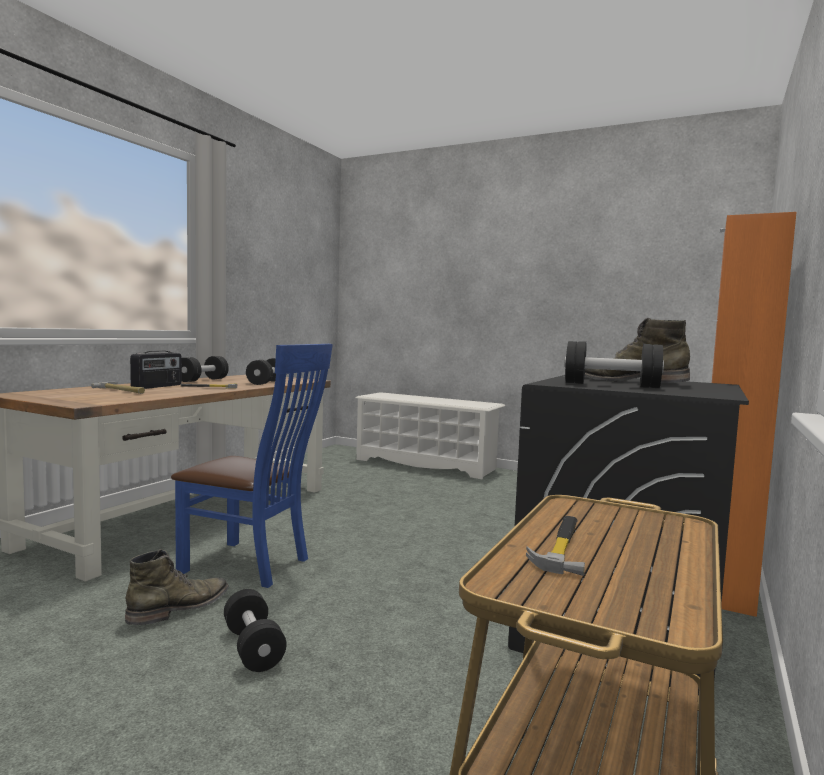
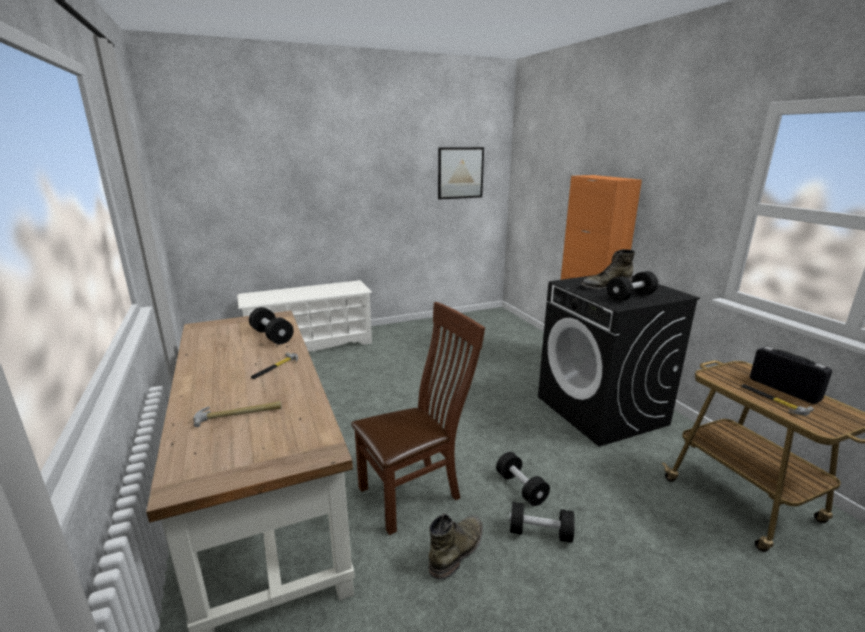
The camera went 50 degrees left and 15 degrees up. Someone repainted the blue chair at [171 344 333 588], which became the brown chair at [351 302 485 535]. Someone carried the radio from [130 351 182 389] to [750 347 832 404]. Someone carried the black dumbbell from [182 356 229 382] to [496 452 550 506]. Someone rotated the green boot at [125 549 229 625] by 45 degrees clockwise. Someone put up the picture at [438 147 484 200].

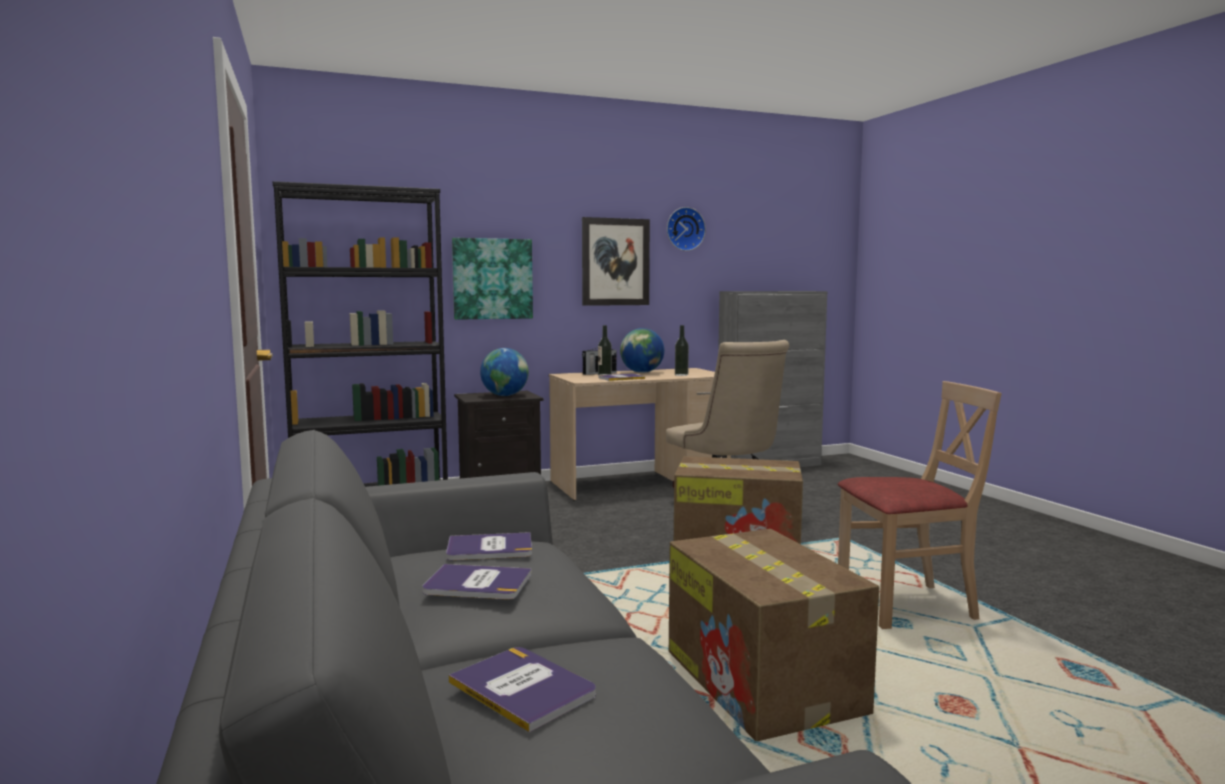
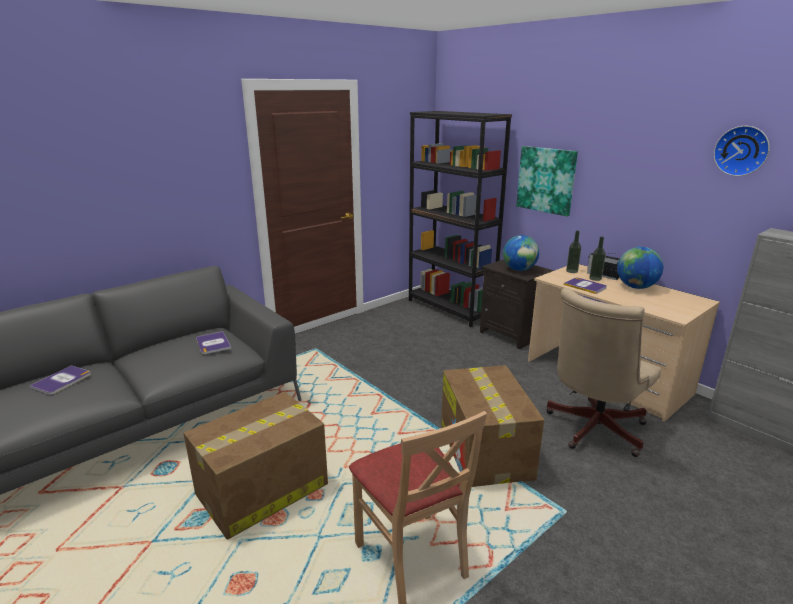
The camera went 70 degrees right and 15 degrees up. Someone took away the picture at [582 217 650 306]. Someone carried the bottle from [675 325 689 376] to [566 230 581 273]. Someone took away the book at [422 564 532 600].

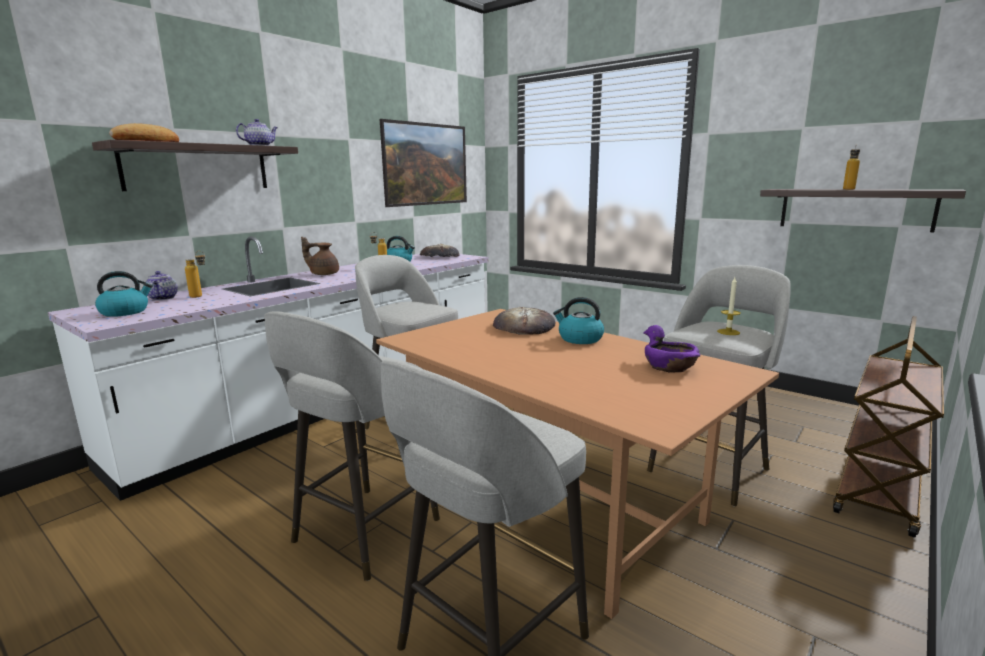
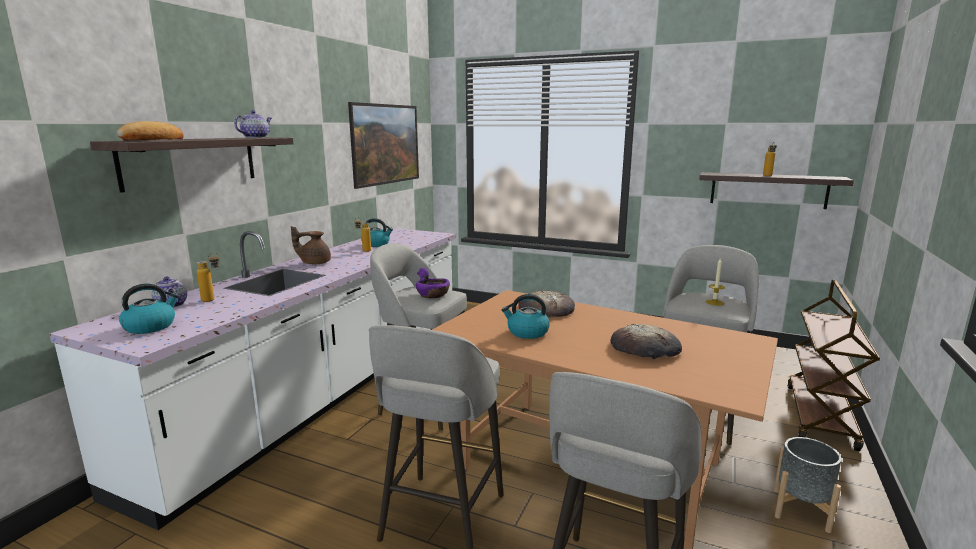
The camera went 15 degrees left and 0 degrees up. Someone carried the bread from [420 244 460 257] to [610 324 682 359]. Someone carried the kettle from [553 297 604 344] to [501 294 550 339]. Someone carried the purple bowl from [643 325 700 373] to [416 268 450 299]. Someone put down the grey planter at [774 437 842 533].

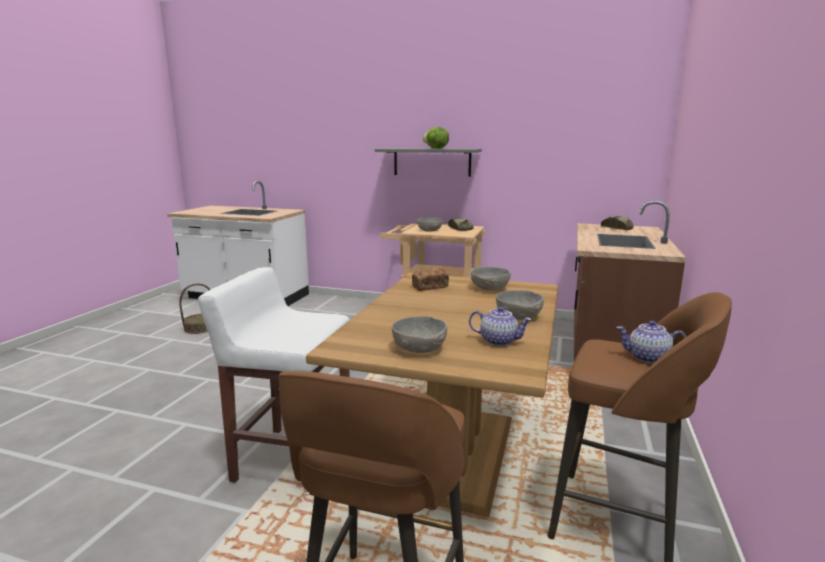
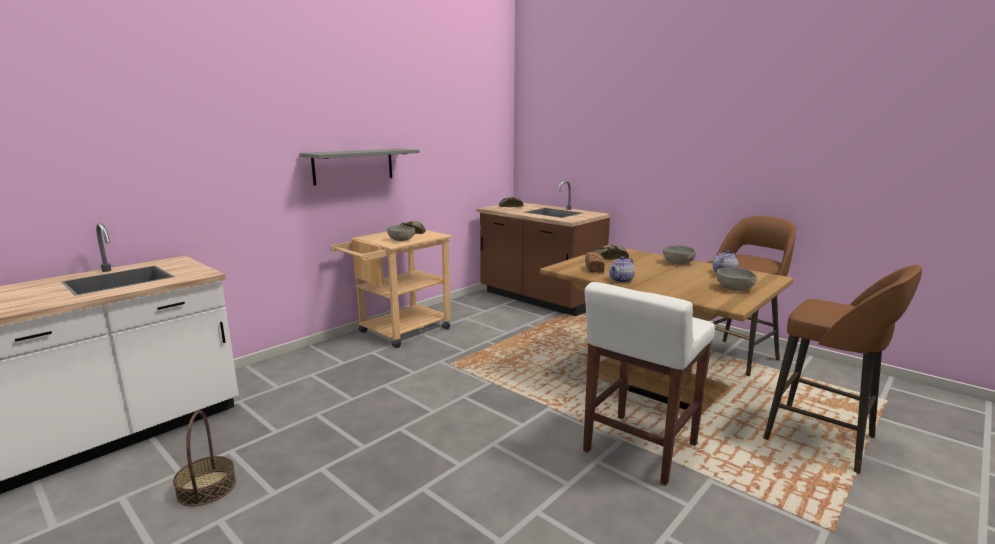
The camera went 65 degrees left and 0 degrees up. Someone took away the lettuce at [423 127 449 149]. Someone swapped the grey bowl at [471 267 511 291] for the bread at [595 244 629 260]. Someone carried the teapot from [616 321 686 363] to [609 256 635 283].

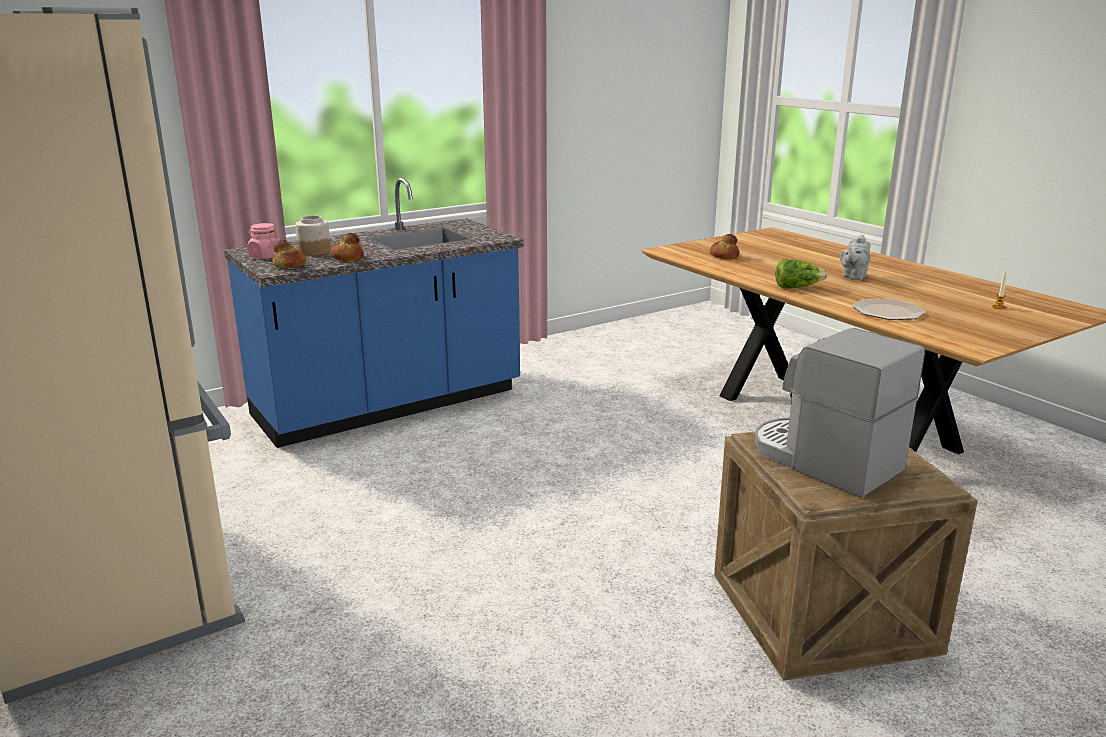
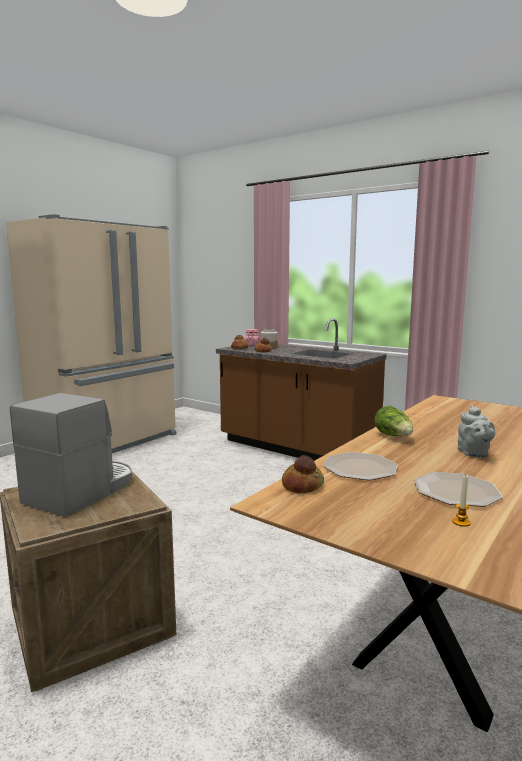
The camera went 70 degrees right and 10 degrees down. Someone repainted the blue counter at [224 178 524 448], which became the brown counter at [216 318 387 461]. Someone carried the bread from [709 234 739 259] to [282 455 324 493]. Someone rotated the grey teapot at [840 235 871 280] by 105 degrees counterclockwise. Someone put down the plate at [414 472 503 507].

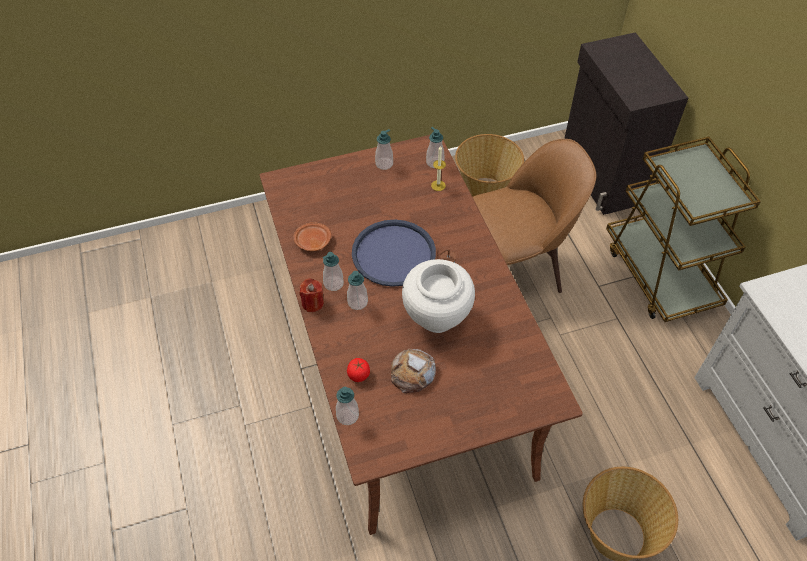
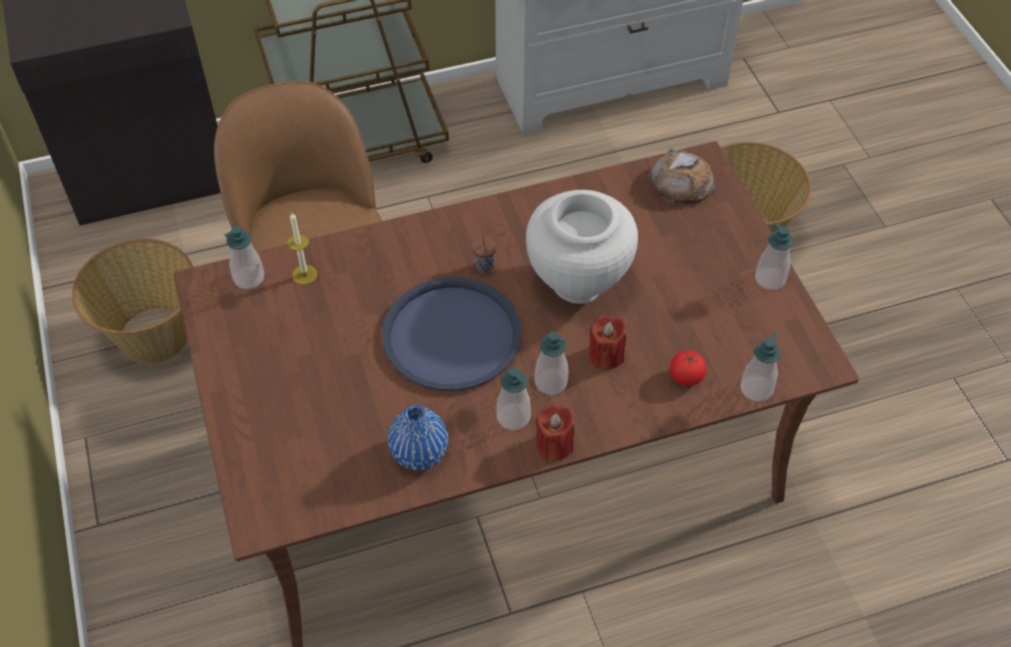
The camera went 90 degrees left and 0 degrees up. Someone carried the soap dispenser from [375 129 393 170] to [755 222 793 290]. Someone swapped the brown plate at [294 222 331 251] for the blue vase at [388 405 448 470]. Someone carried the bread from [391 349 436 393] to [649 148 716 204]. Someone put down the red candle at [589 315 626 369].

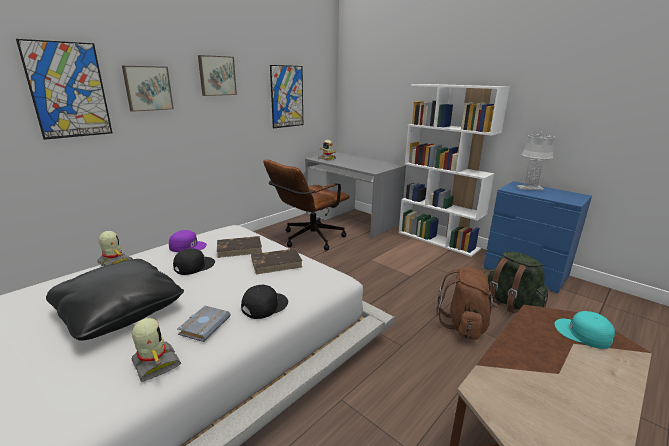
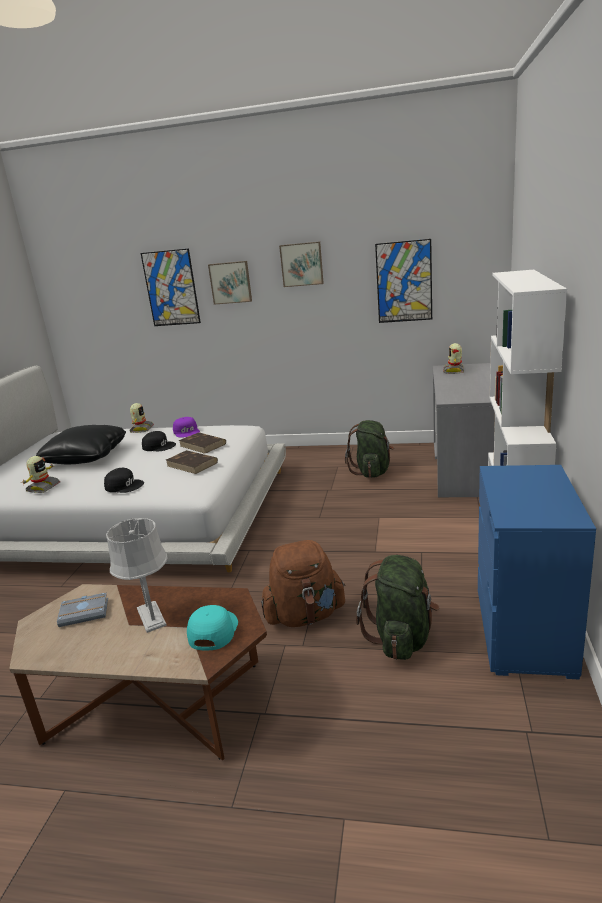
The camera went 60 degrees right and 0 degrees up. Someone carried the grey table lamp from [517 132 555 190] to [106 518 168 633]. Someone swapped the brown office chair at [263 159 350 251] for the green backpack at [345 420 394 478]. Someone carried the grey book from [177 306 231 342] to [57 592 108 627].

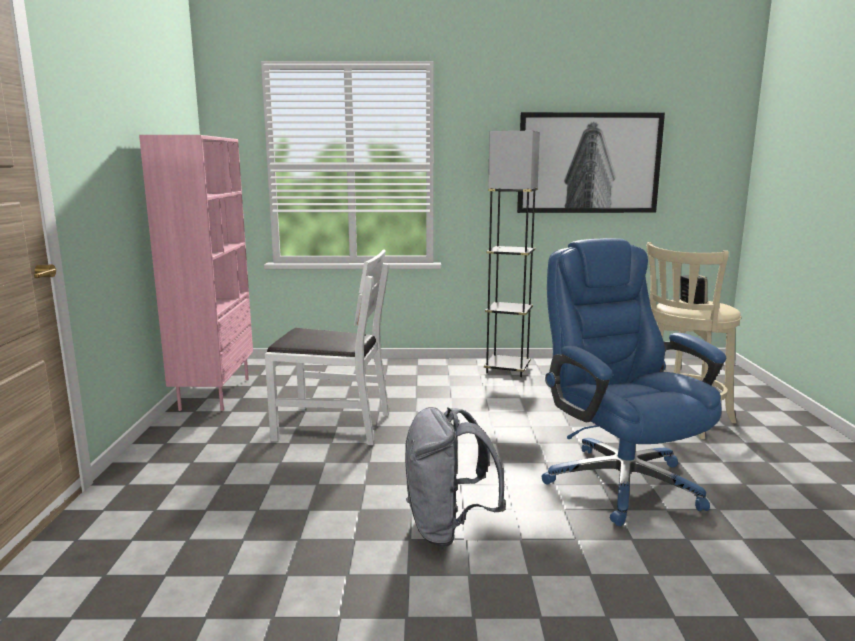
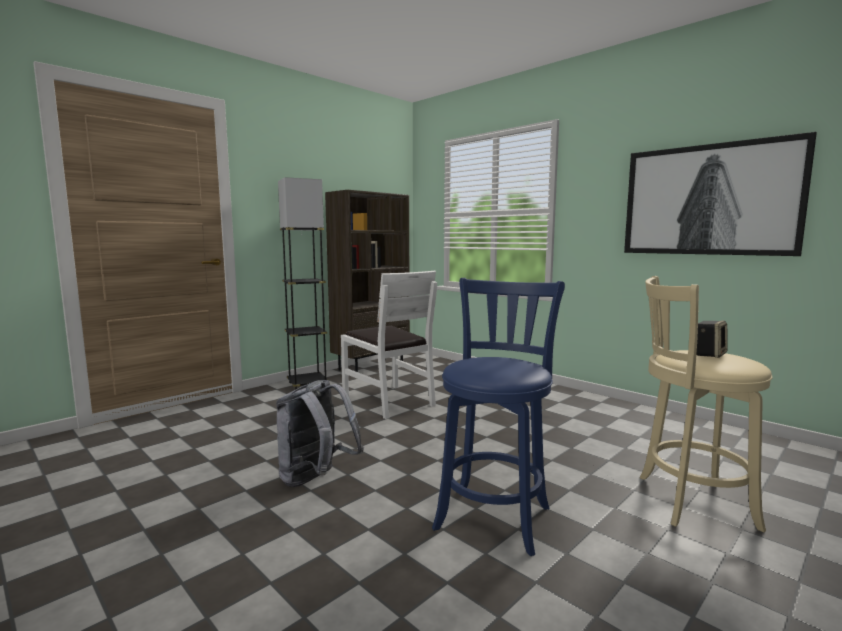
The camera went 45 degrees right and 5 degrees down. Someone carried the grey floor lamp from [484 131 540 377] to [278 177 328 390]. Someone repainted the pink bookcase at [139 135 253 411], which became the brown bookcase at [325 190 410 372]. Someone swapped the blue office chair at [541 238 726 526] for the blue stool at [432 278 565 556].

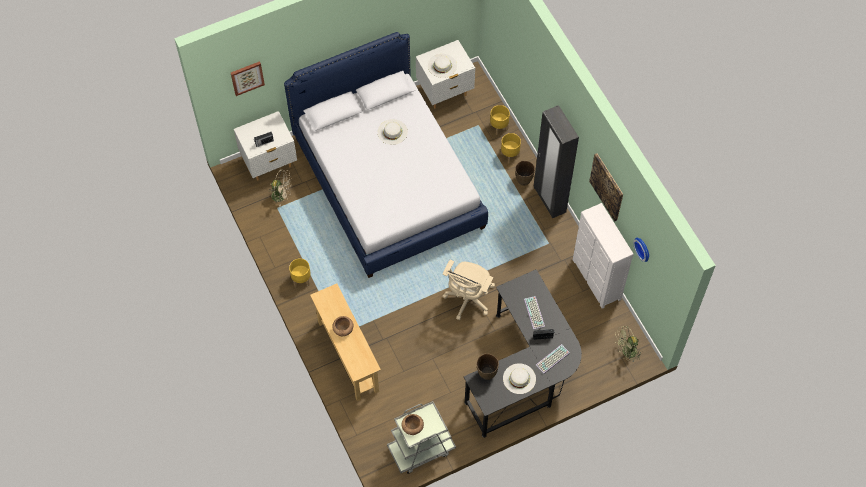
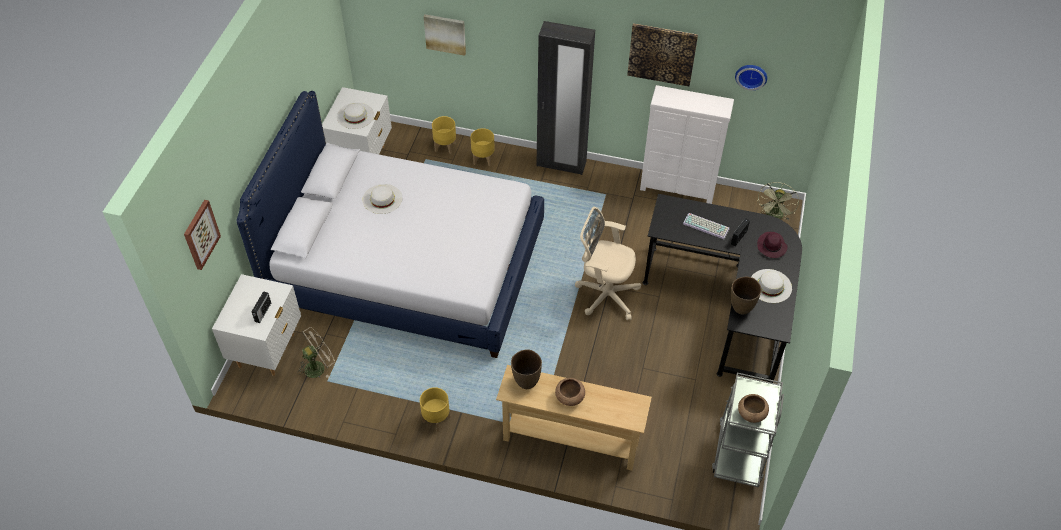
The camera went 50 degrees left and 10 degrees down. Someone carried the brown vase from [515 161 535 186] to [511 349 542 389]. Someone rotated the beige office chair at [442 260 495 320] by 135 degrees clockwise. Someone swapped the keyboard at [535 344 570 374] for the purple hat at [757 232 788 258]. Someone put up the picture at [424 14 466 56].

